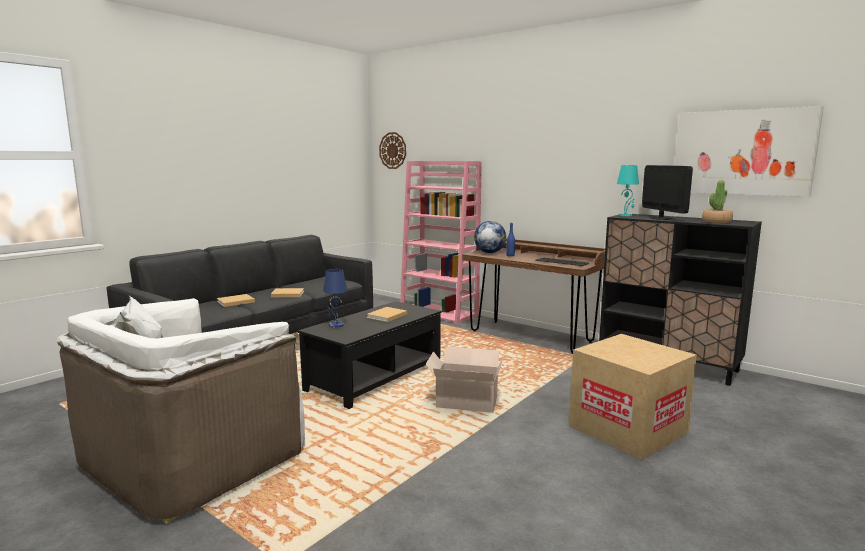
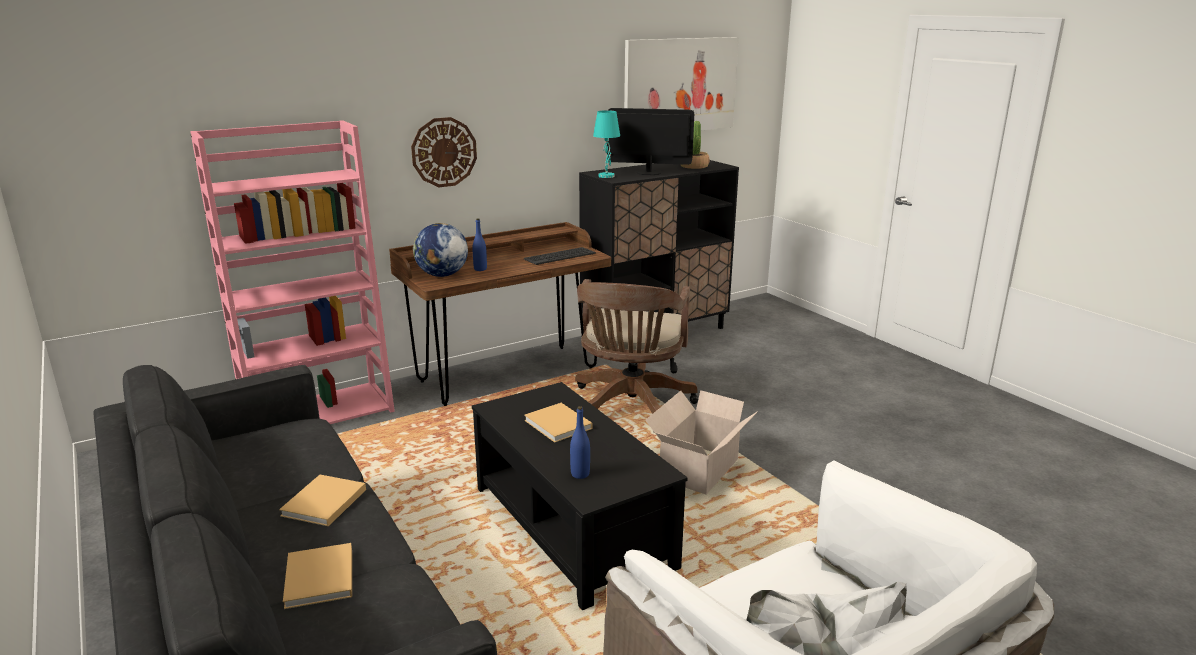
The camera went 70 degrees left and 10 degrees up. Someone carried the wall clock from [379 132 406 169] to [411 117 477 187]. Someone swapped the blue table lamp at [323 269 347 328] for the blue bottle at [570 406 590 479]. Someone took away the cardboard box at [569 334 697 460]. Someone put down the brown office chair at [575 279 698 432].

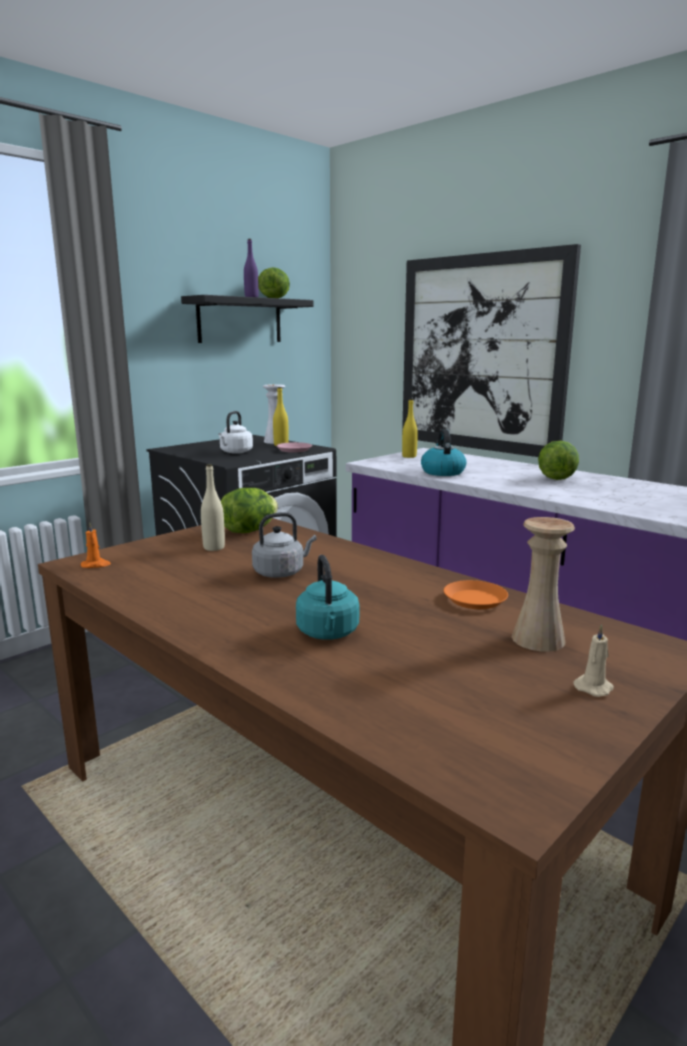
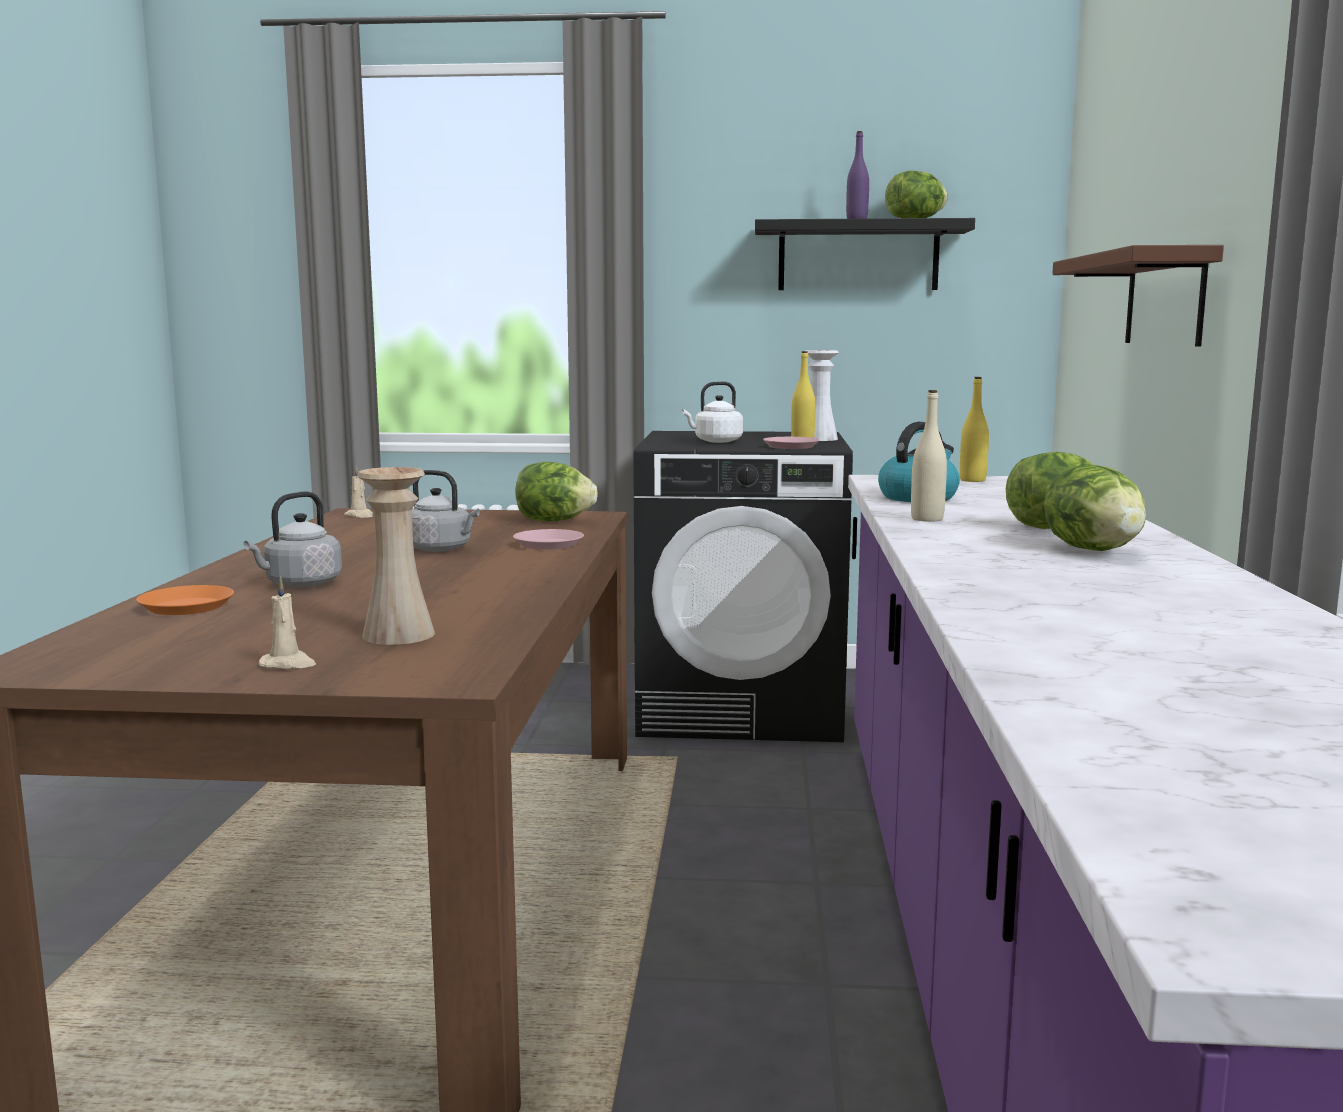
The camera went 50 degrees right and 5 degrees down. Someone swapped the picture at [402 244 581 457] for the brown shelf at [1052 245 1224 347]. Someone carried the beige bottle from [201 464 225 551] to [911 390 947 522]. Someone repainted the orange candle at [81 522 111 568], which became the beige candle at [345 465 373 518]. Someone repainted the turquoise kettle at [296 555 359 640], which became the grey kettle at [243 491 342 587]. Someone carried the orange plate from [444 580 508 609] to [136 585 234 615]. Someone put down the lettuce at [1044 464 1146 551]. Someone put down the pink plate at [513 529 584 550].

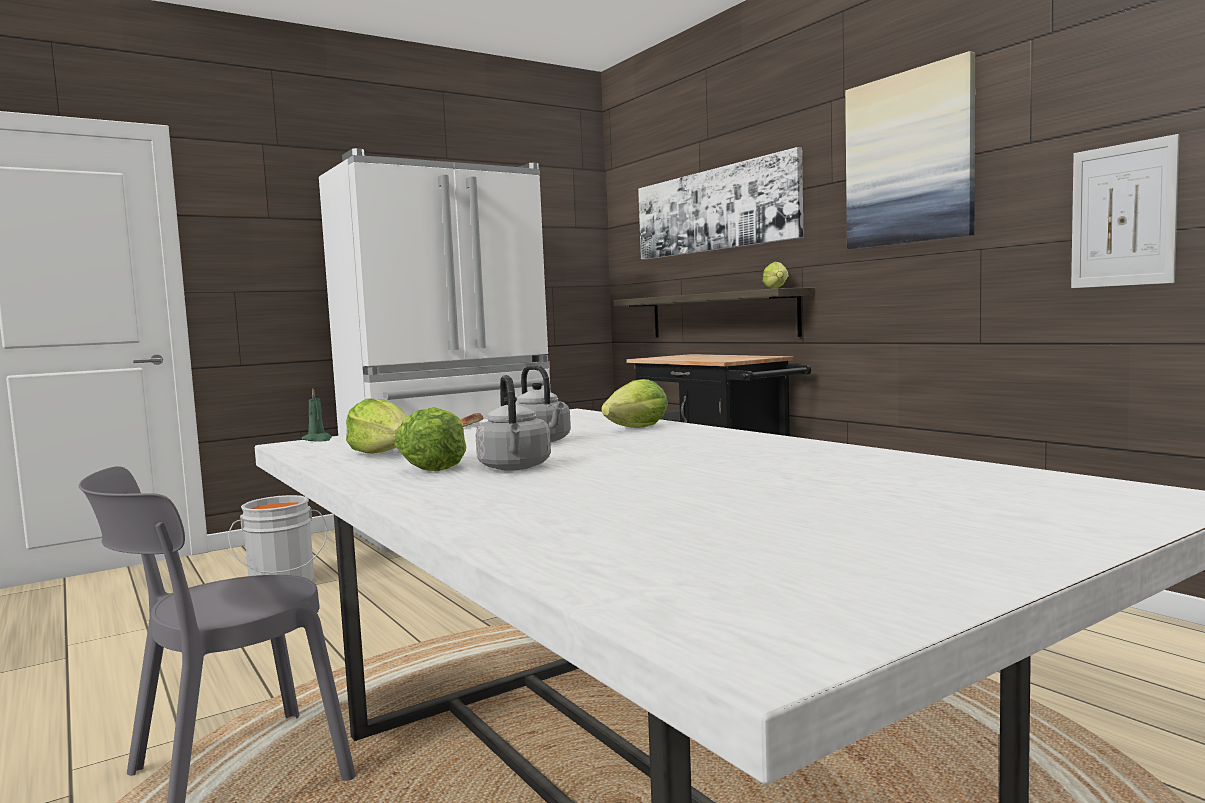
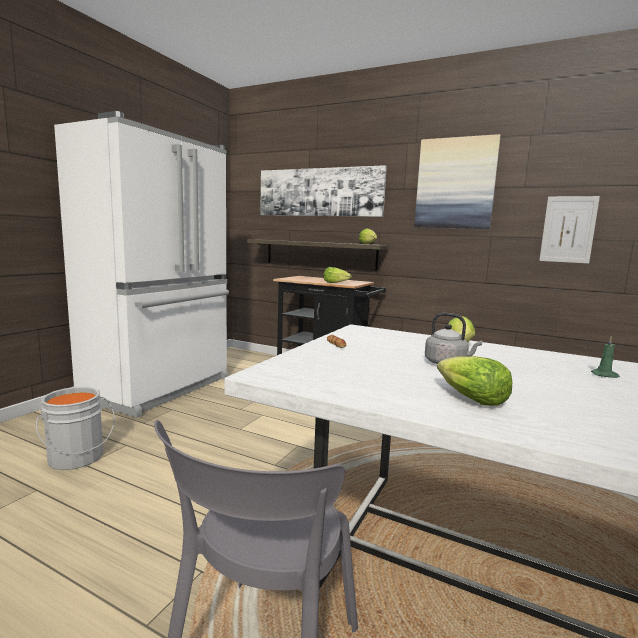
The camera went 30 degrees left and 5 degrees up. Someone took away the grey kettle at [475 375 551 471]. Someone carried the green candle from [301 389 332 442] to [591 336 620 378]. Someone carried the lettuce from [346 398 408 454] to [323 267 352 283].

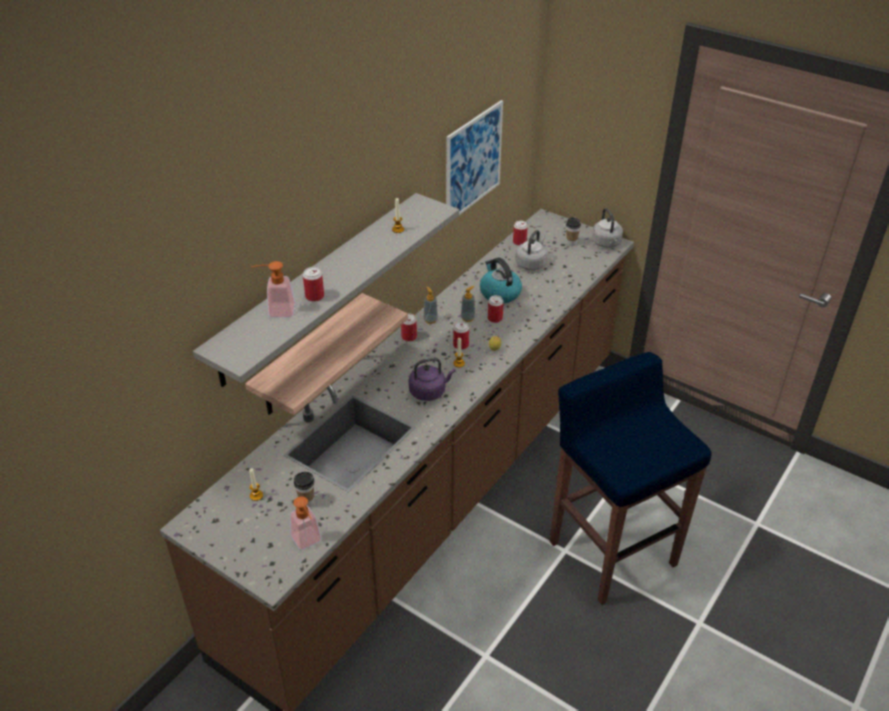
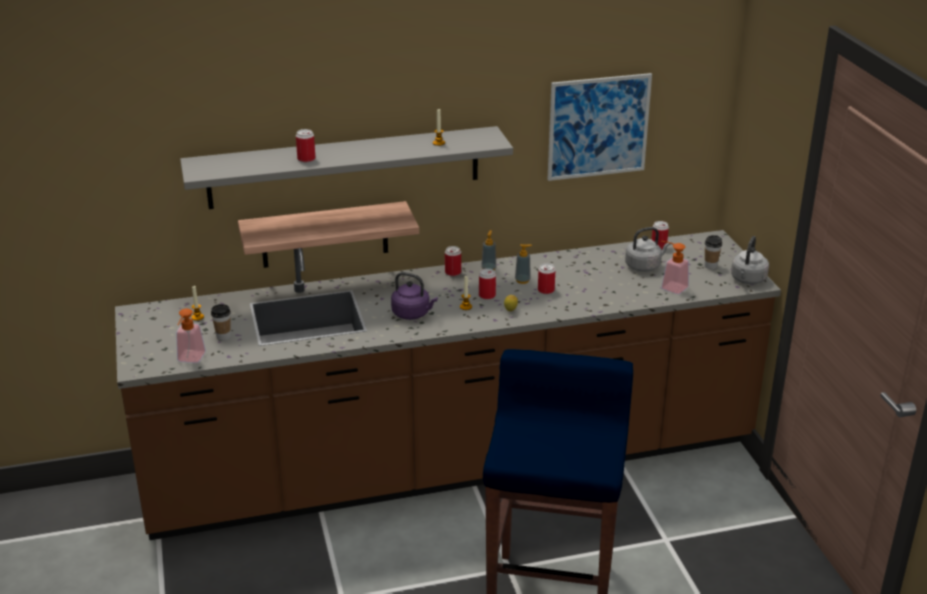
The camera went 40 degrees right and 10 degrees down. Someone took away the kettle at [480 257 522 303]. Someone carried the soap dispenser from [251 261 295 317] to [661 241 689 294].

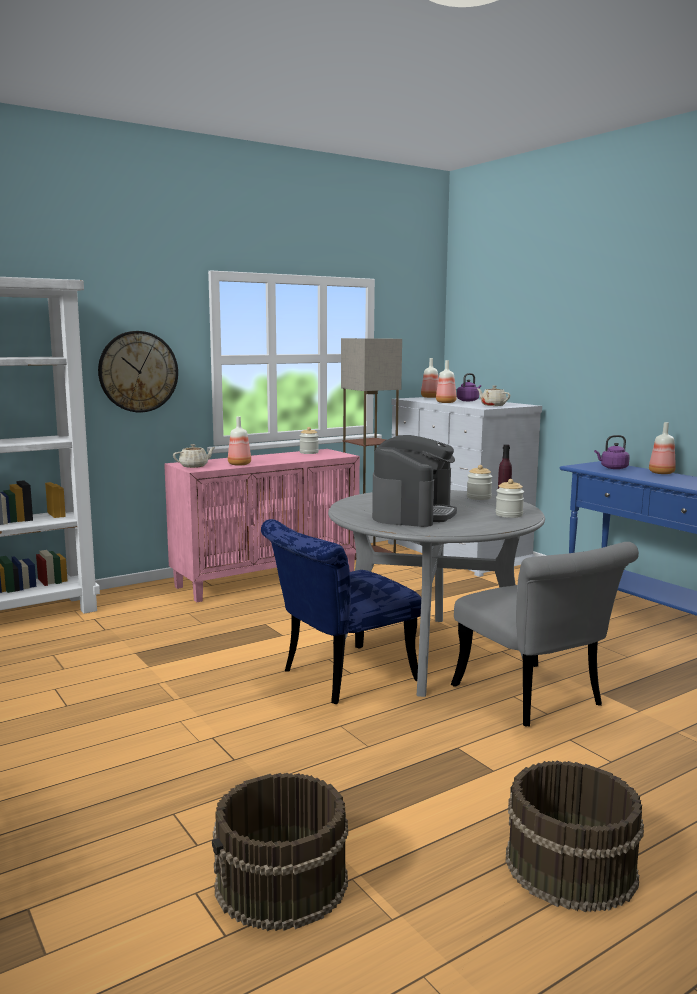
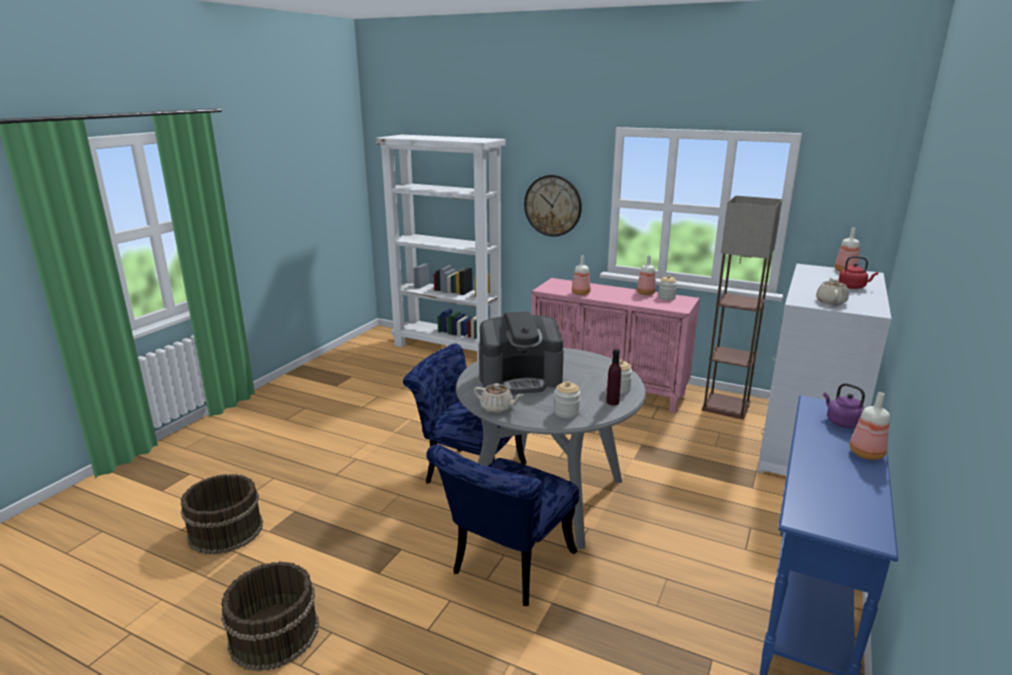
The camera went 60 degrees right and 10 degrees up. Someone carried the bottle from [436 360 457 403] to [637 255 656 295]. Someone repainted the purple kettle at [457 373 481 401], which became the red kettle at [838 256 878 289]. Someone carried the beige teapot from [173 444 215 468] to [474 383 523 413]. Someone repainted the grey chair at [451 542 639 726], which became the blue chair at [426 444 579 606].

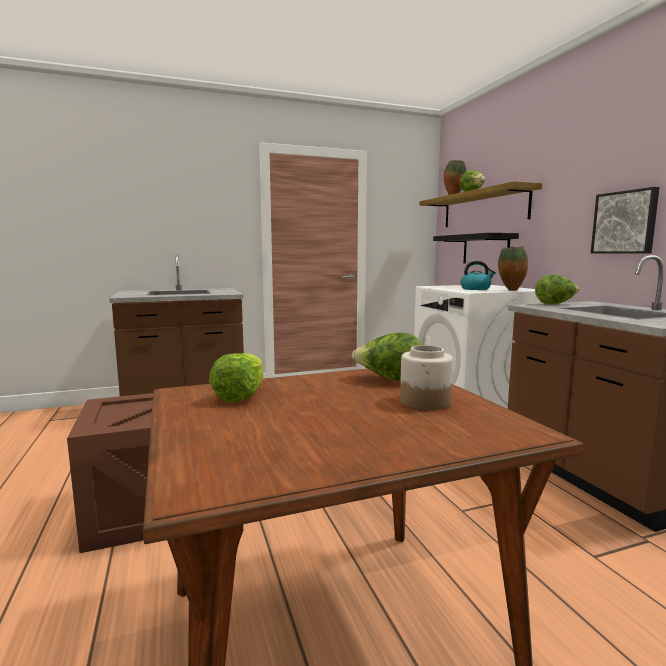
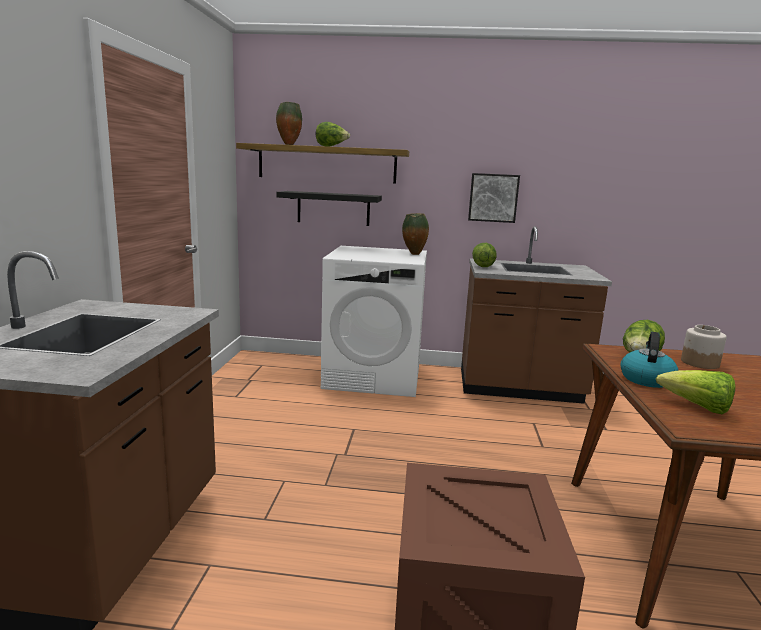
The camera went 65 degrees left and 5 degrees up. Someone carried the kettle from [461 261 496 290] to [620 332 678 388].

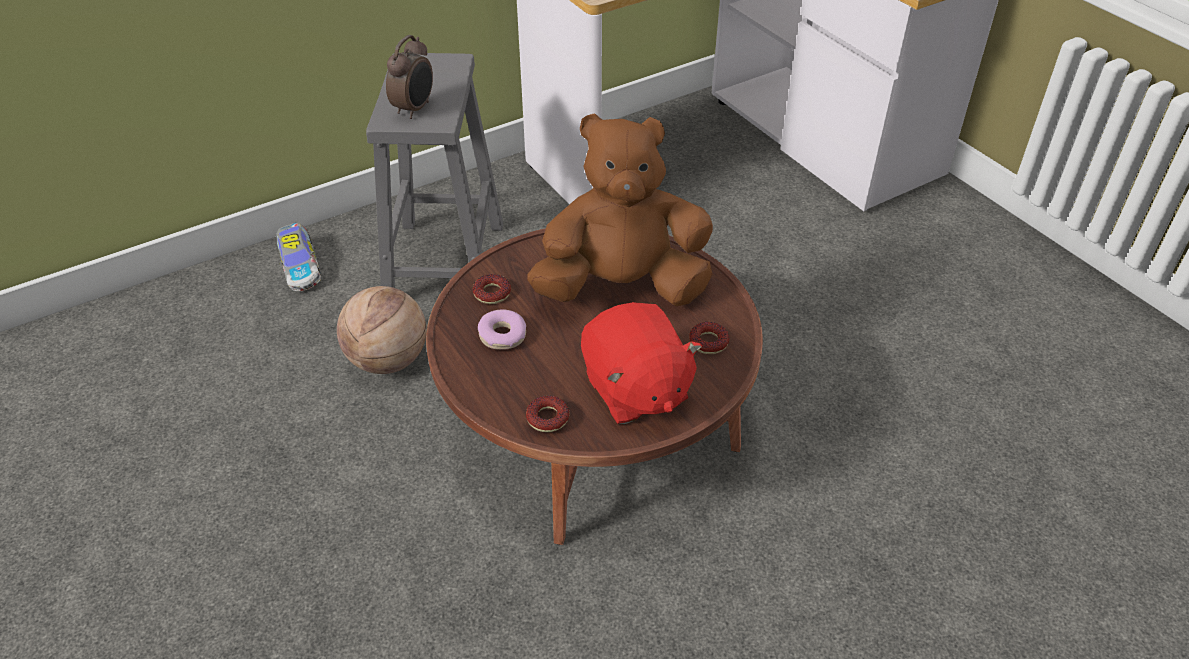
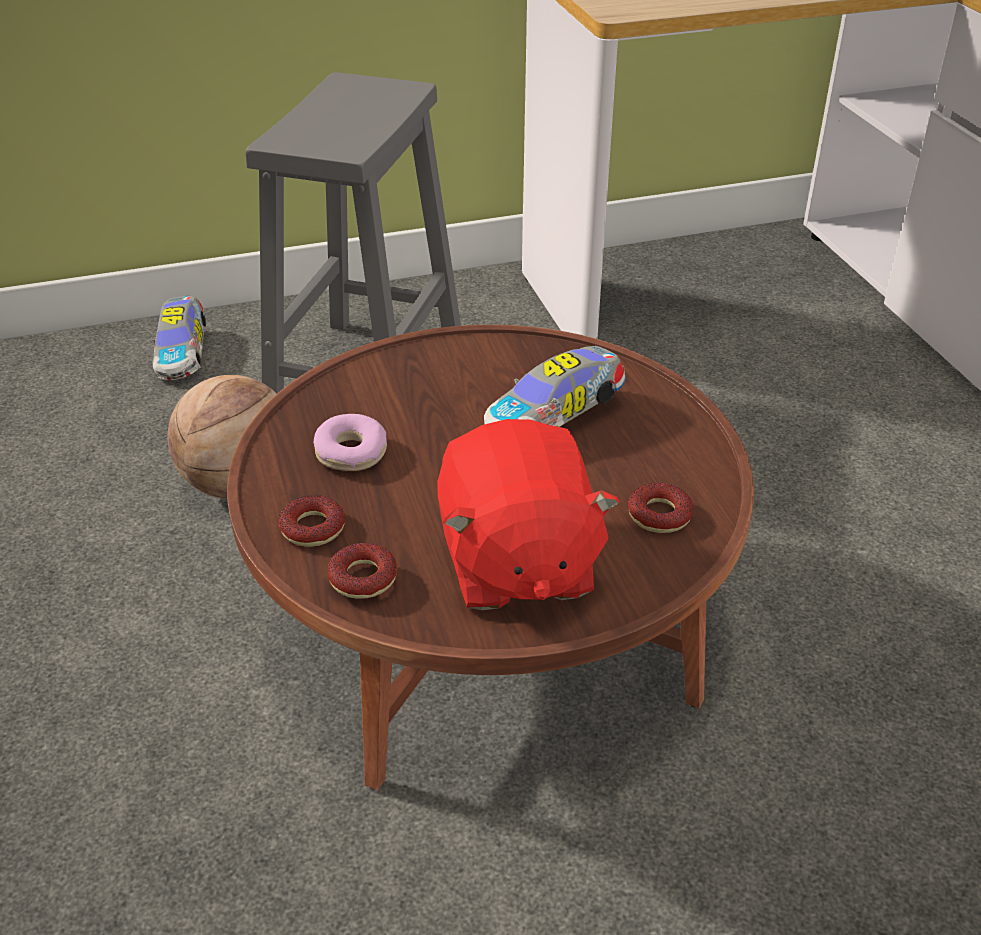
The camera went 15 degrees right and 5 degrees down. Someone took away the alarm clock at [386 35 433 119]. Someone swapped the brown plush toy at [527 113 713 306] for the toy car at [484 346 626 427]. Someone carried the donut from [473 274 511 304] to [279 495 345 547].

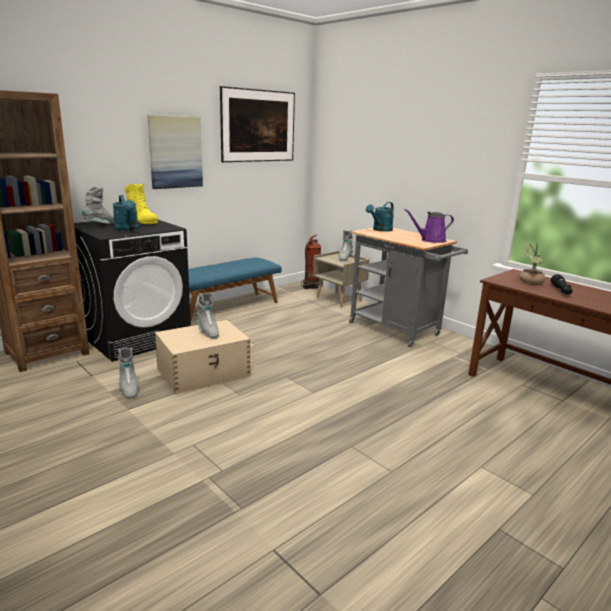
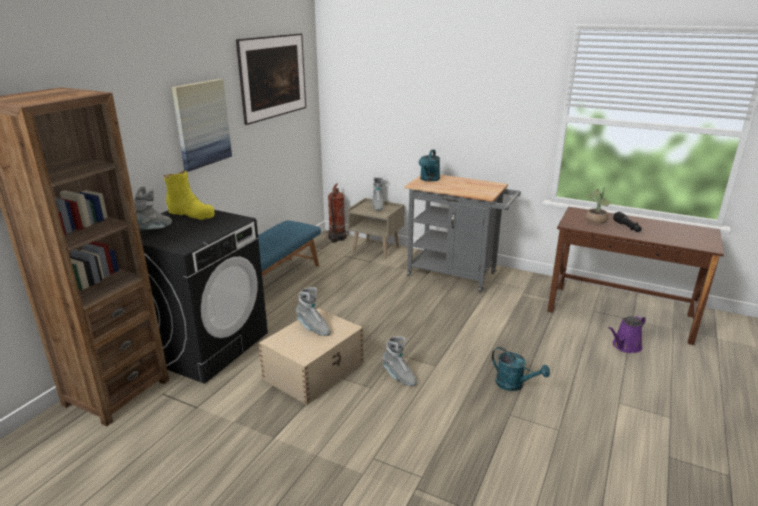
The camera went 20 degrees left and 5 degrees up. Someone carried the turquoise watering can from [113 195 139 231] to [492 347 550 391]. Someone carried the purple watering can from [404 209 454 243] to [608 315 646 353]. Someone carried the grey boot from [118 348 138 399] to [382 336 417 386].

